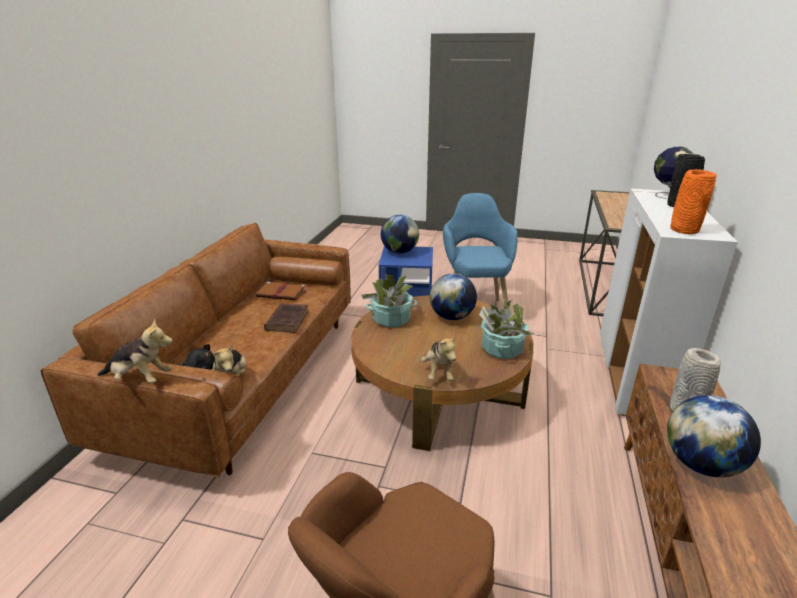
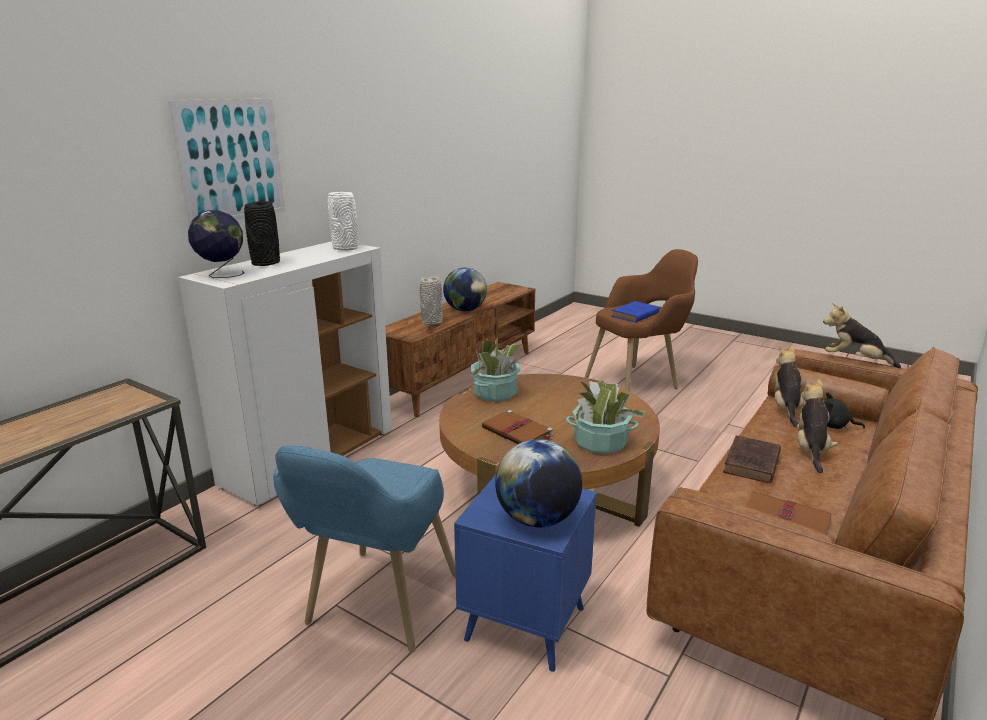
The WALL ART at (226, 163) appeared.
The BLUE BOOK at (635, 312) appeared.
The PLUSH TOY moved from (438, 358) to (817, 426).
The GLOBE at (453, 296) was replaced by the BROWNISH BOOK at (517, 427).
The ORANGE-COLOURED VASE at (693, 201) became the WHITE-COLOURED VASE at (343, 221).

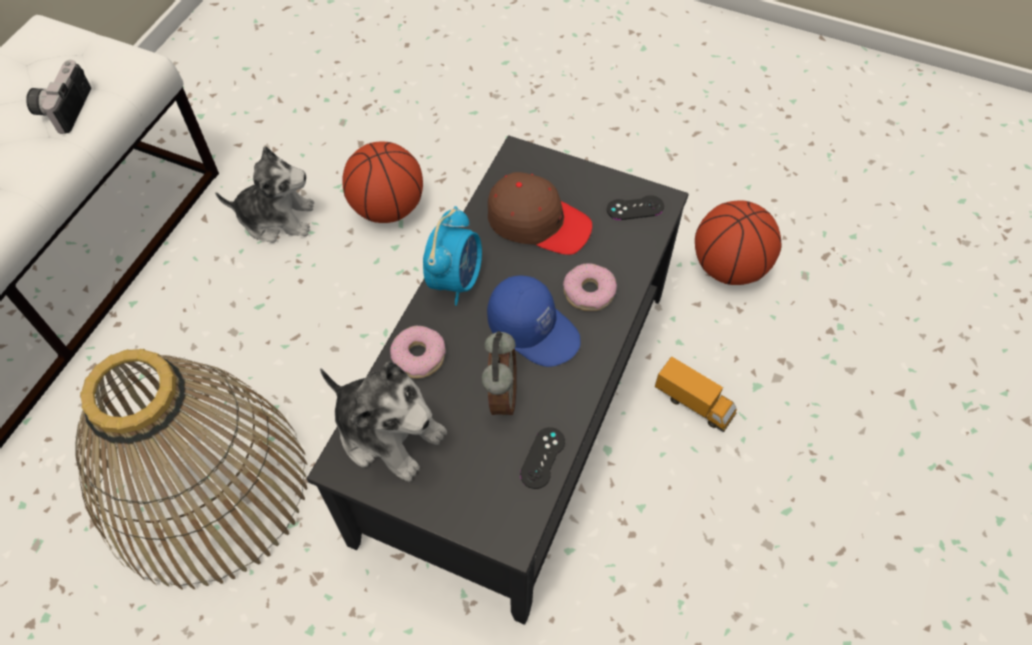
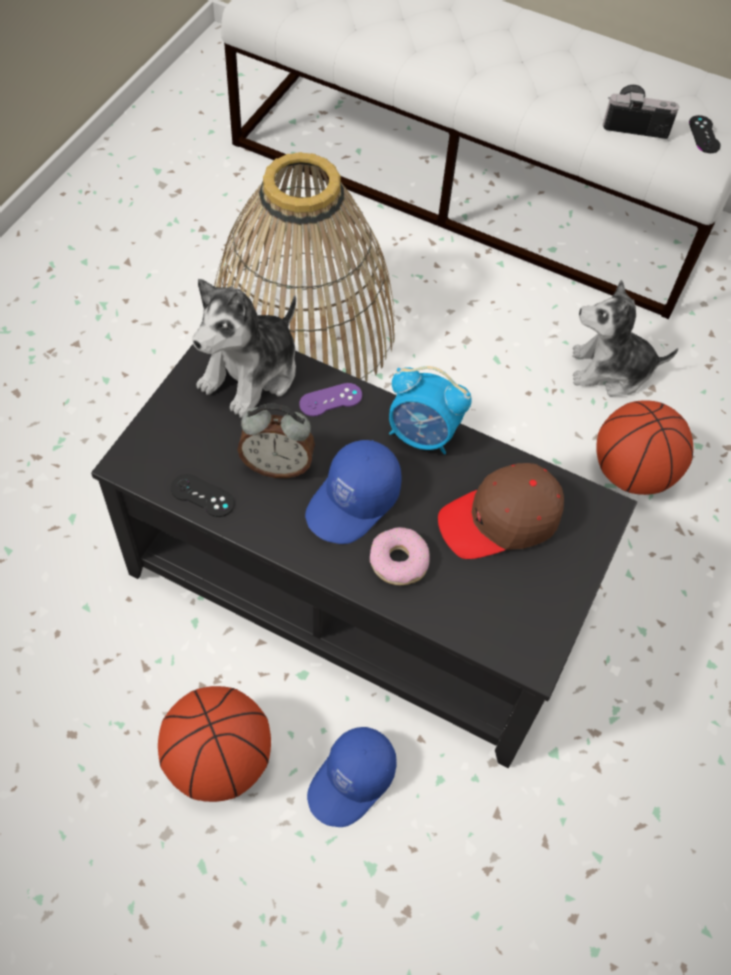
The BLACK-COLOURED JOYPAD moved from (635, 207) to (705, 134).
The BASKETBALL BALL moved from (738, 243) to (214, 744).
The RING DOUGHNUT at (418, 351) was replaced by the PURPLE JOYPAD at (330, 399).
The MODEL TRUCK at (696, 394) was replaced by the BLUE CAP at (352, 777).
The PLUSH TOY at (264, 194) turned 90 degrees clockwise.
The BROWNISH CAP at (540, 213) turned 45 degrees clockwise.

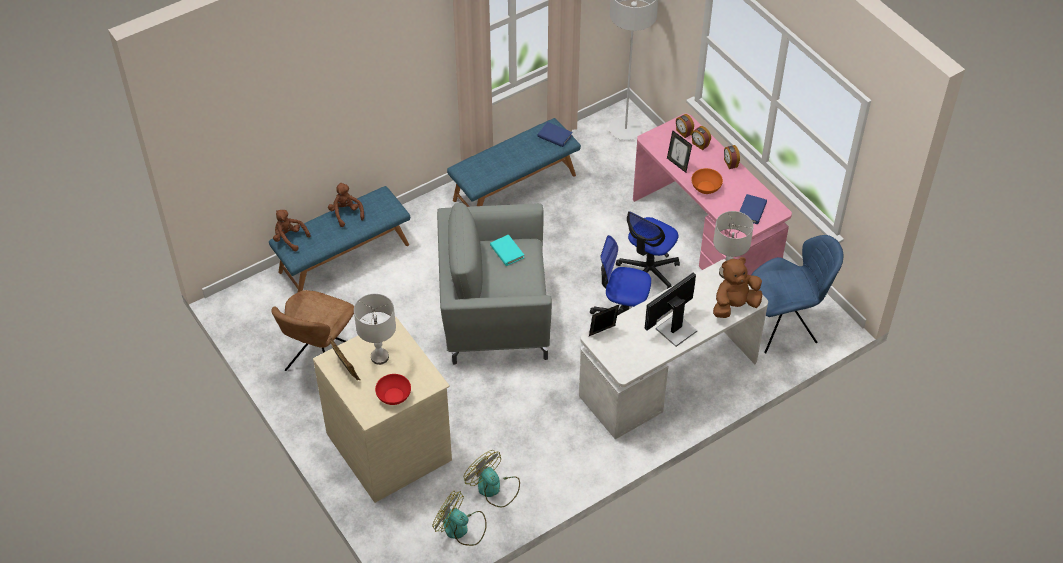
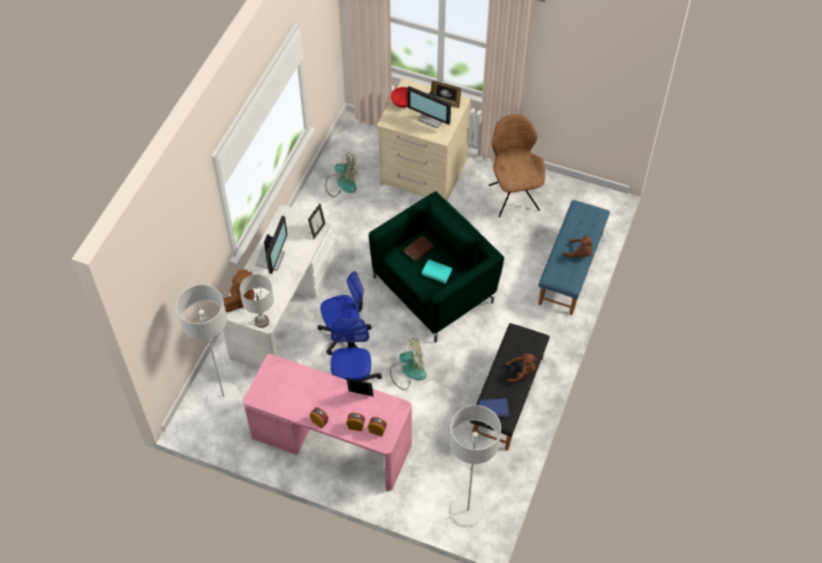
The ORANGE-COLOURED BOWL at (707, 181) disappeared.
The BLUE BOOK at (753, 209) disappeared.
The BROWNISH BOOK at (419, 248) appeared.
The BROWNISH PLUSH TOY moved from (291, 230) to (521, 368).
The ELECTRIC FAN moved from (459, 518) to (408, 364).
The GRAY TABLE LAMP at (375, 329) was replaced by the MONITOR at (429, 107).
The BLUE CHAIR at (797, 294) was replaced by the GRAY STANDARD LAMP at (208, 347).
The GRAY LOUNGE CHAIR at (494, 284) became the GREENISH LOUNGE CHAIR at (436, 267).
The BLUE LONG SEAT at (514, 162) became the BLACK-COLOURED LONG SEAT at (510, 387).

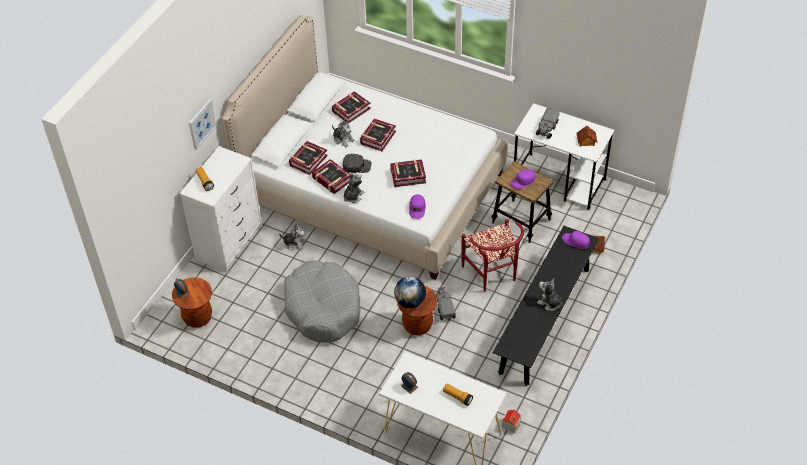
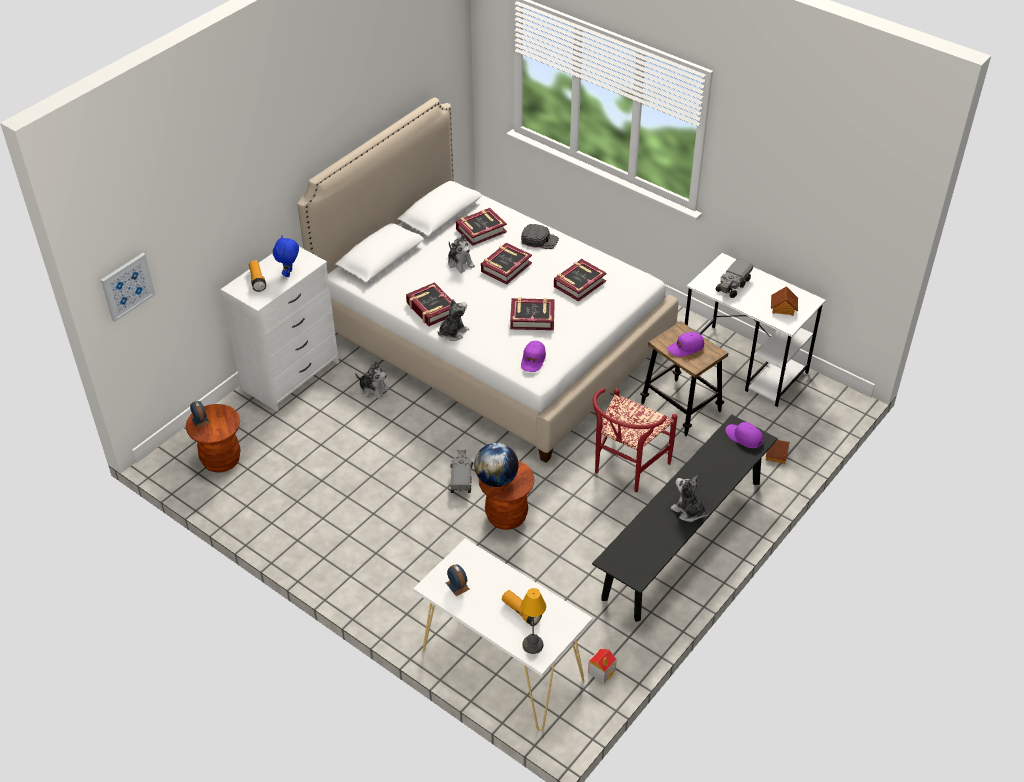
The GRAY DOG BED at (322, 301) disappeared.
The BLUE PLUSH TOY at (286, 256) appeared.
The TABLE LAMP at (533, 621) appeared.
The WALL ART moved from (203, 124) to (128, 287).
The BOOK moved from (308, 158) to (580, 280).
The BLACK-COLOURED CAP moved from (357, 163) to (540, 236).
The MODEL TRUCK moved from (446, 303) to (461, 471).
The REDDISH CHAIR at (492, 255) turned 45 degrees clockwise.

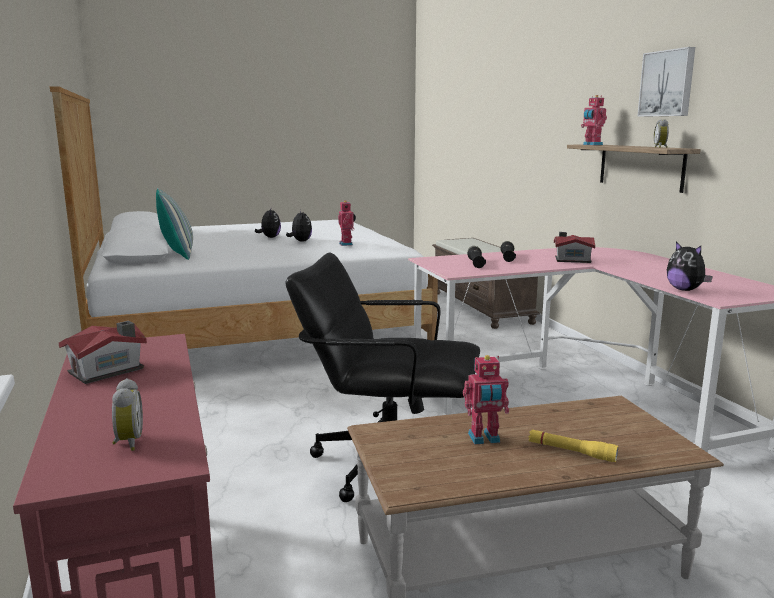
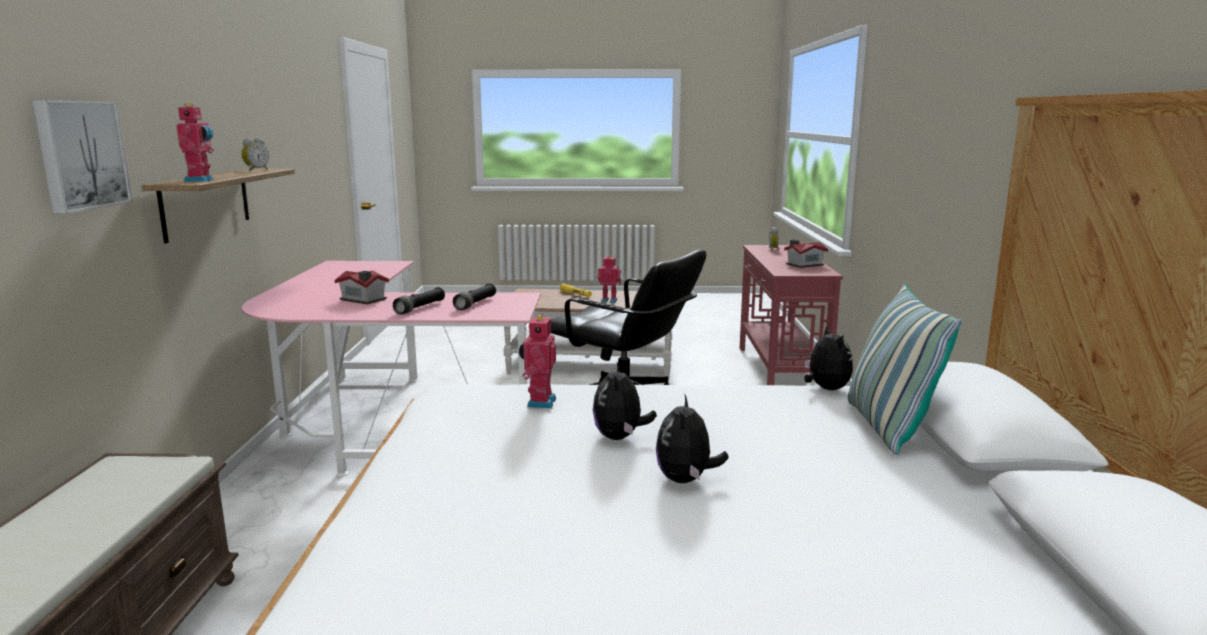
The WALL ART moved from (666, 82) to (82, 157).
The PLUSH TOY moved from (690, 266) to (828, 358).

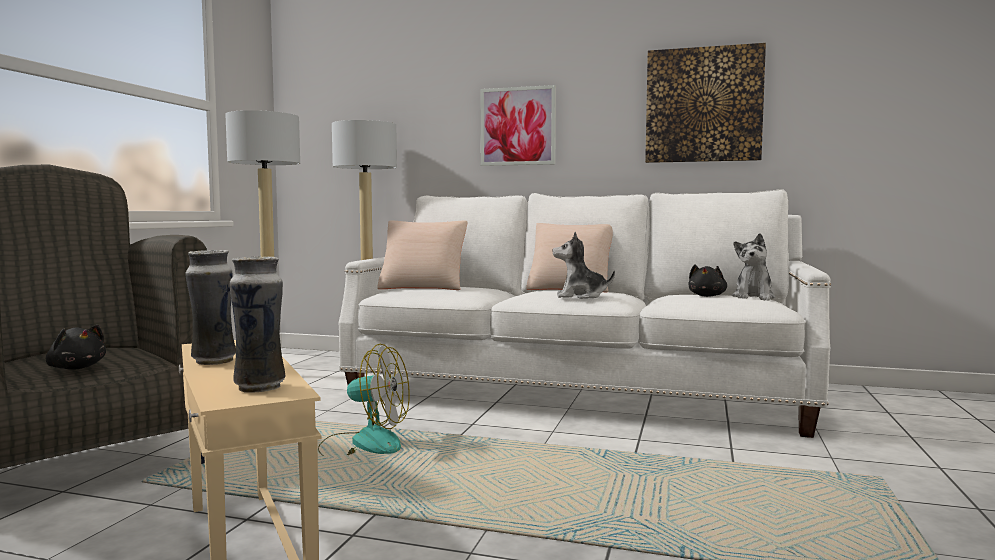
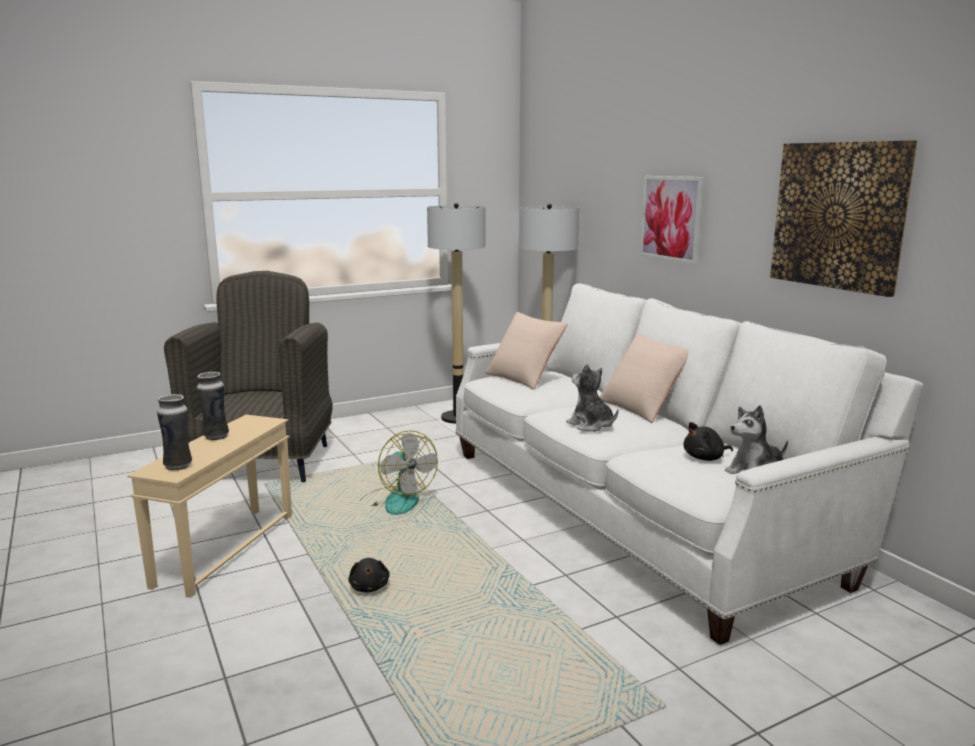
The BLACK-COLOURED PLUSH TOY moved from (76, 347) to (369, 575).

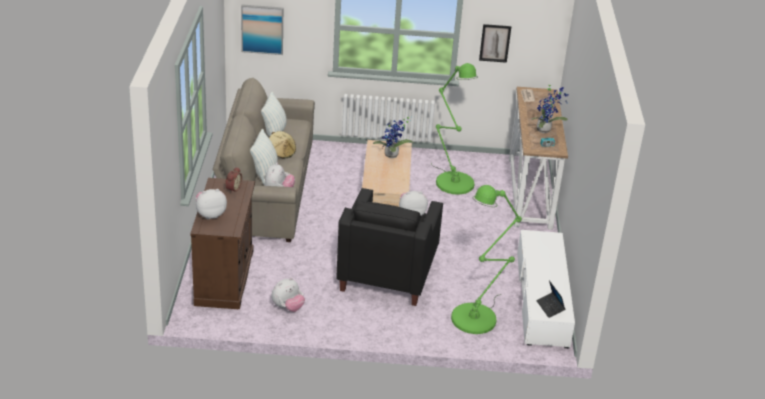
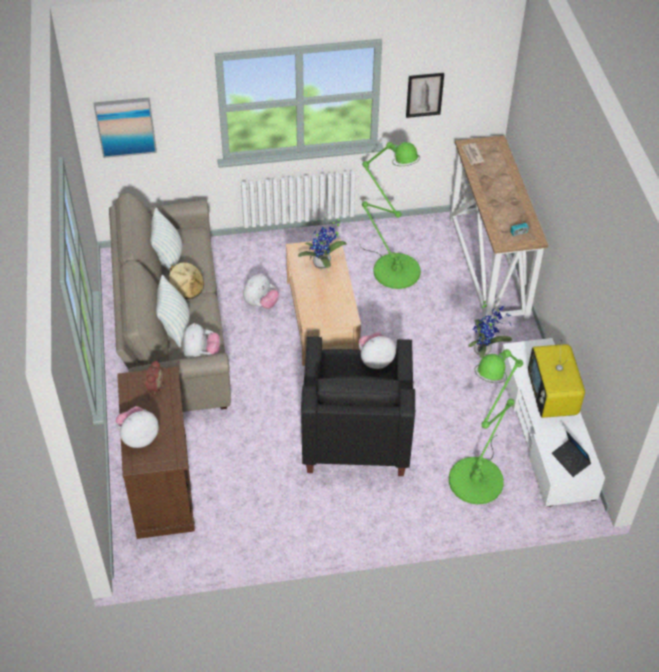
The TV SET at (556, 379) appeared.
The PLUSH TOY moved from (288, 295) to (261, 291).
The POTTED PLANT moved from (550, 109) to (490, 327).

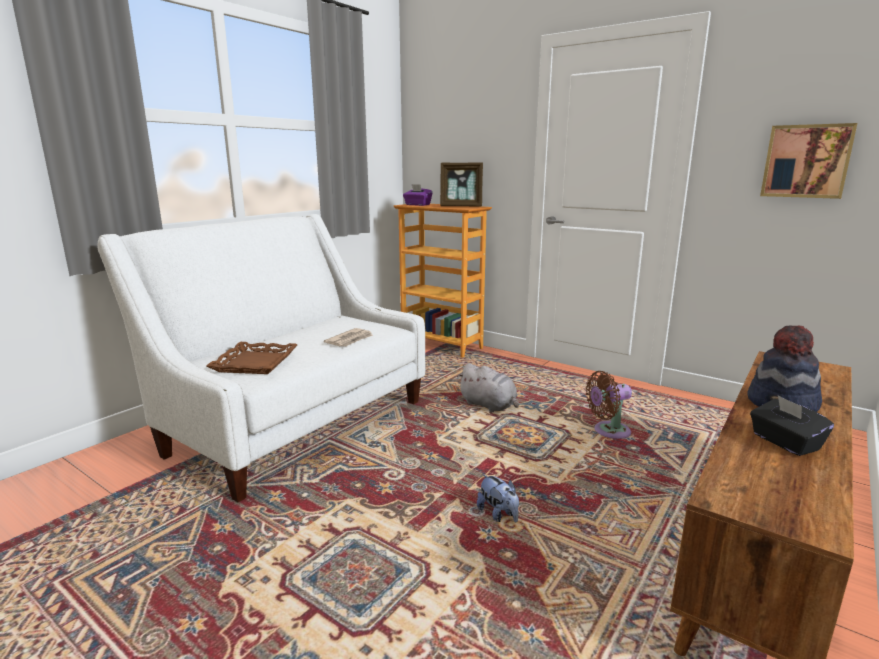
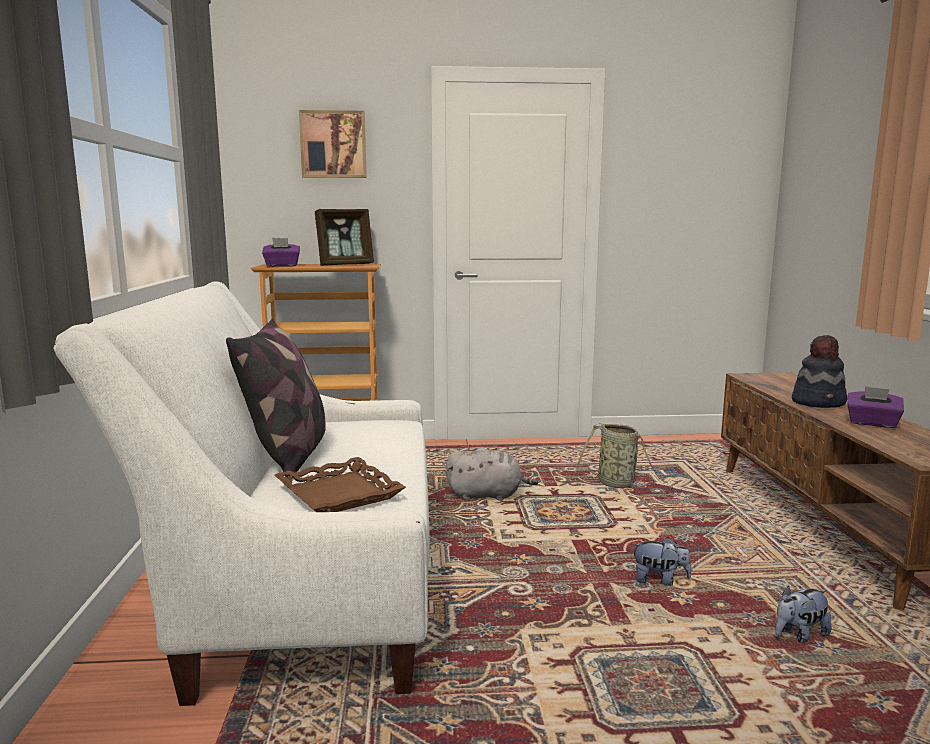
The PRINTED PAPER at (348, 337) disappeared.
The PILLOW at (276, 398) appeared.
The PLUSH TOY at (803, 614) appeared.
The WALL ART moved from (808, 161) to (333, 144).
The BROWNISH ELECTRIC FAN at (609, 405) was replaced by the STORAGE BASKET at (624, 457).
The BLACK-COLOURED TISSUE BOX at (792, 425) became the PURPLE TISSUE BOX at (875, 407).

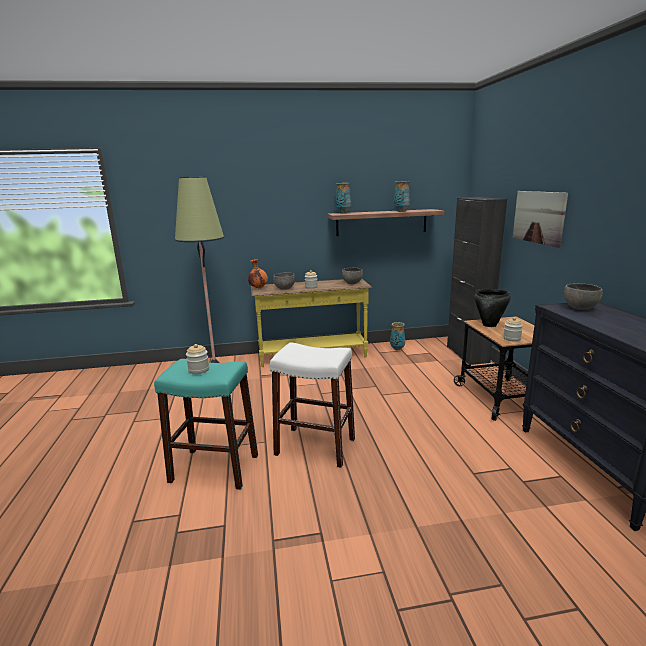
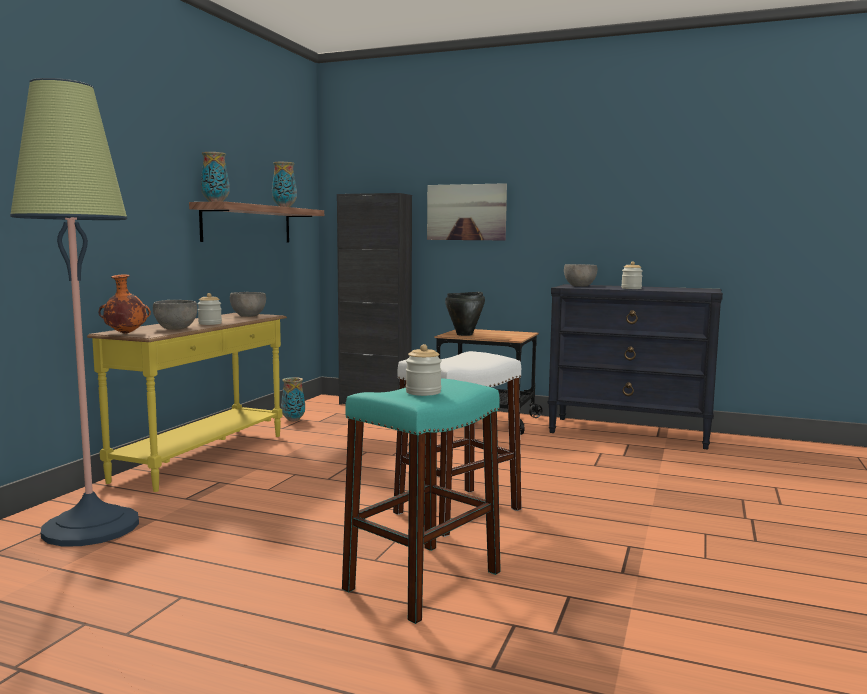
The JAR moved from (513, 329) to (632, 275).

